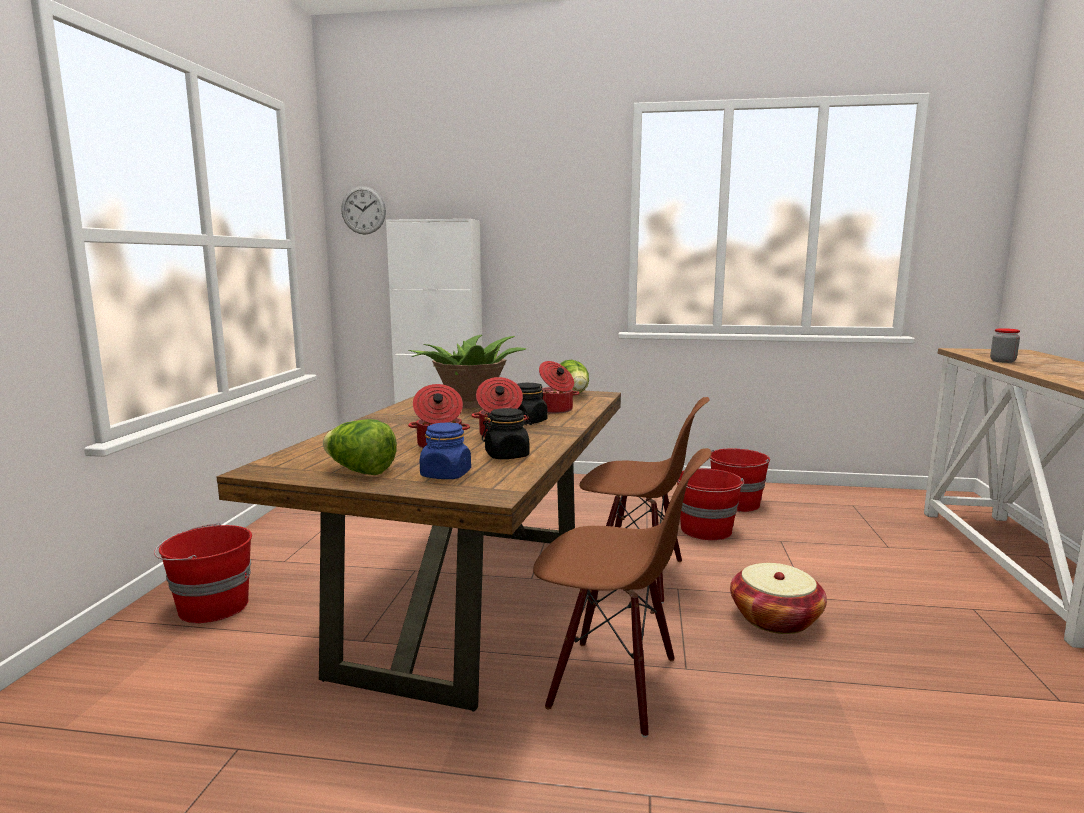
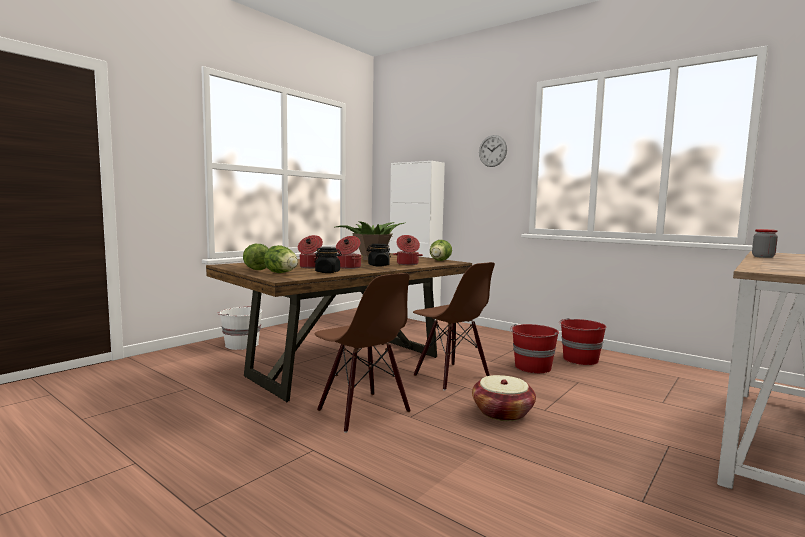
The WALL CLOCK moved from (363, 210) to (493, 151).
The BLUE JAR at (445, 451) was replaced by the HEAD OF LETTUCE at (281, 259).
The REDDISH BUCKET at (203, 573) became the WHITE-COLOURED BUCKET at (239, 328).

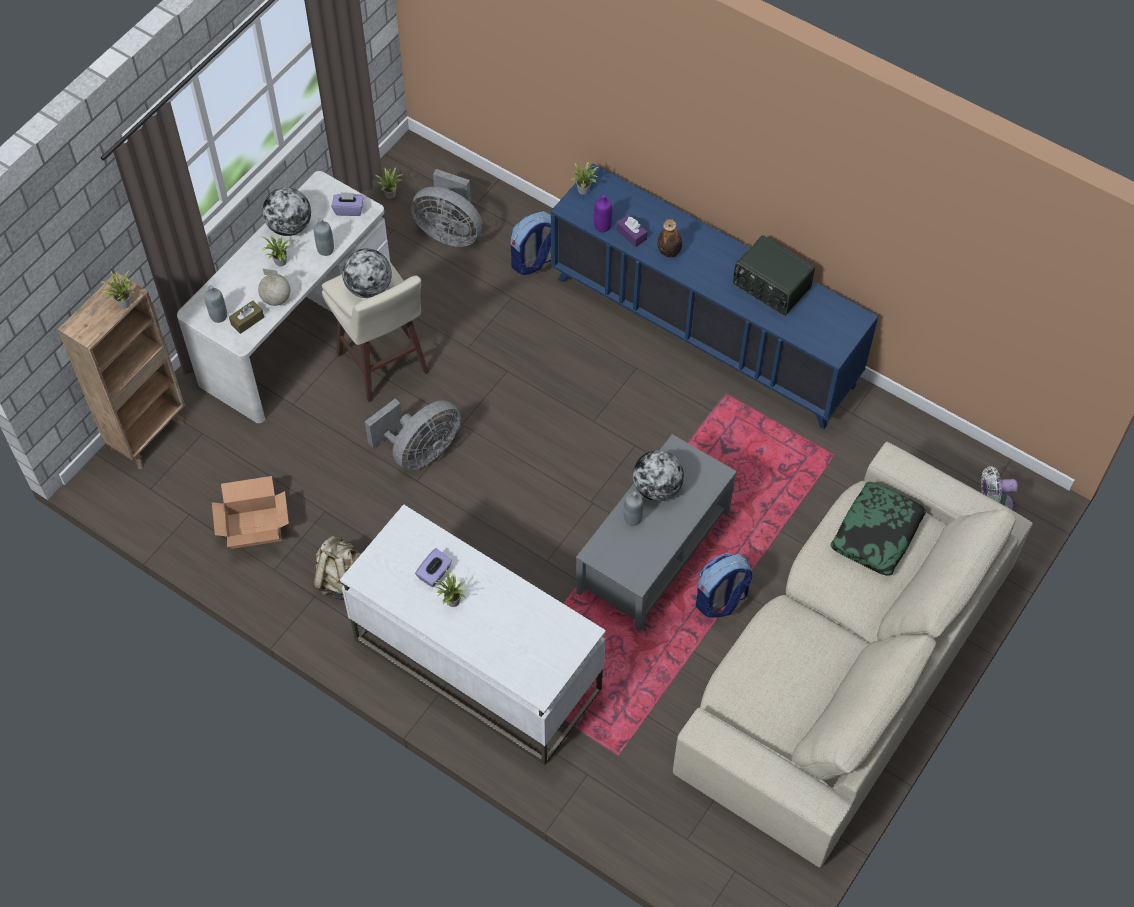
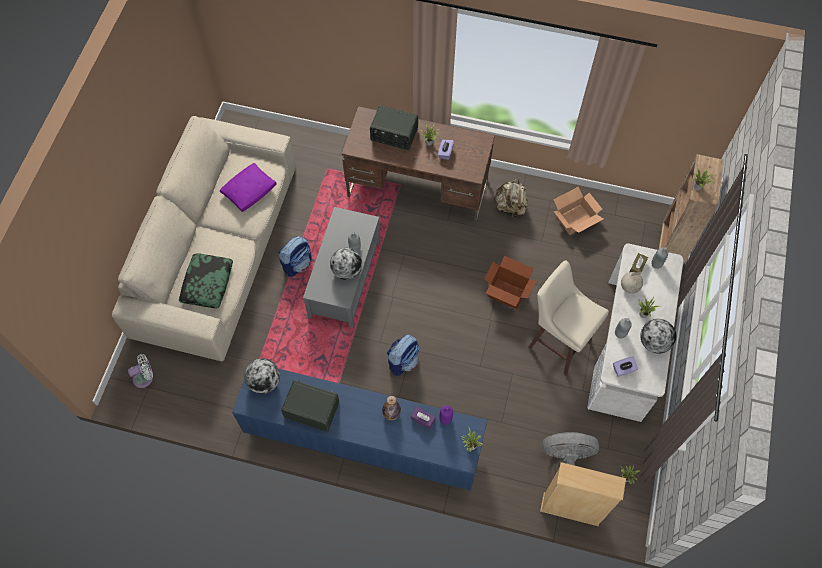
The PURPLE PILLOW at (248, 187) appeared.
The RADIO SET at (394, 127) appeared.
The BEIGE BOOKSHELF at (583, 494) appeared.
The GLOBE moved from (367, 273) to (262, 376).
The BACKPACK moved from (530, 243) to (403, 355).
The GRAY ELECTRIC FAN at (413, 434) was replaced by the CARTON at (510, 282).
The WHITE-COLOURED DESK TABLE at (473, 634) became the BROWNISH DESK TABLE at (418, 165).

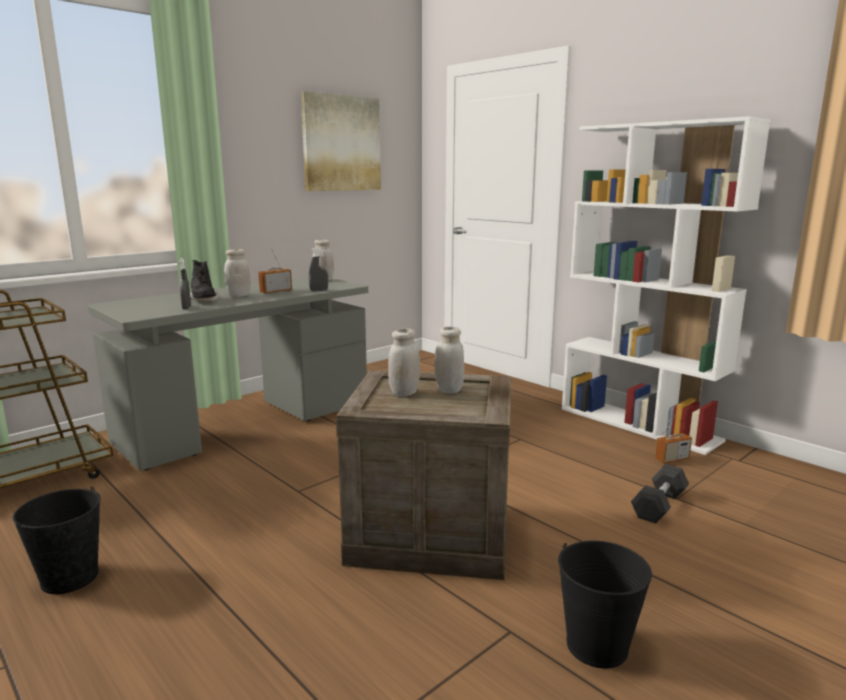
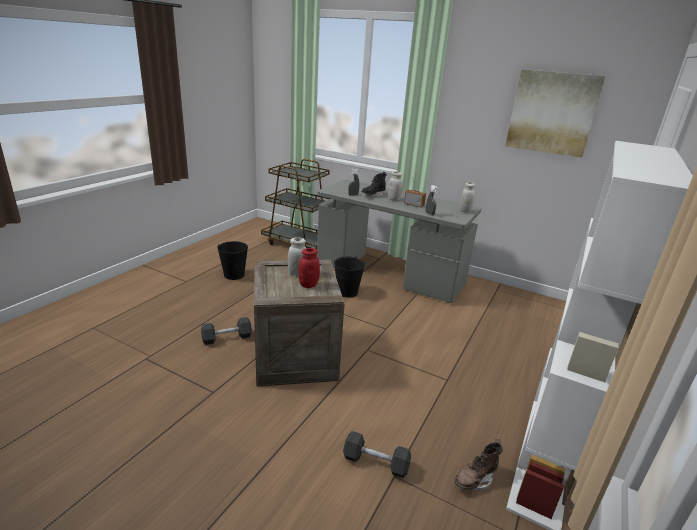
The GRAY DUMBBELL at (226, 331) appeared.
The BLACK-COLOURED BUCKET moved from (605, 604) to (349, 277).
The RADIO SET at (673, 437) was replaced by the BROWNISH TALL BOOT at (479, 465).
The WHITE-COLOURED JAR at (449, 360) became the REDDISH JAR at (309, 268).

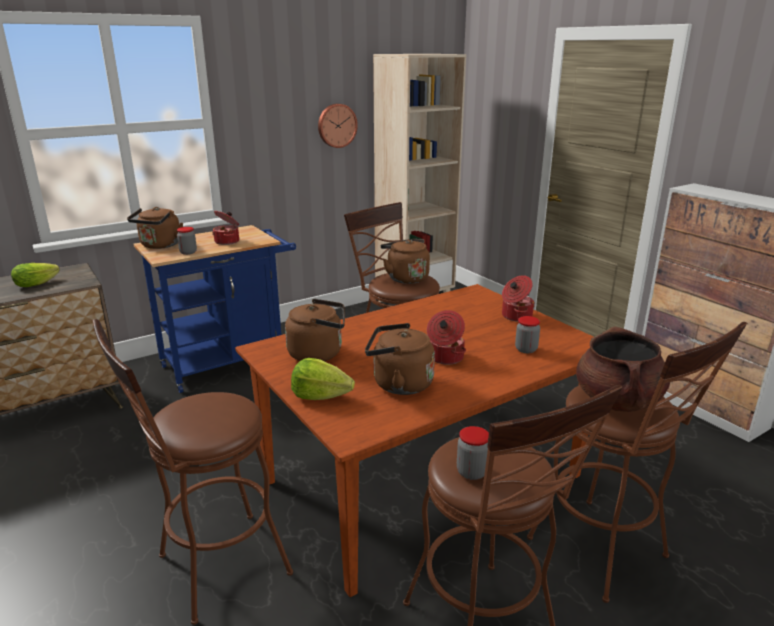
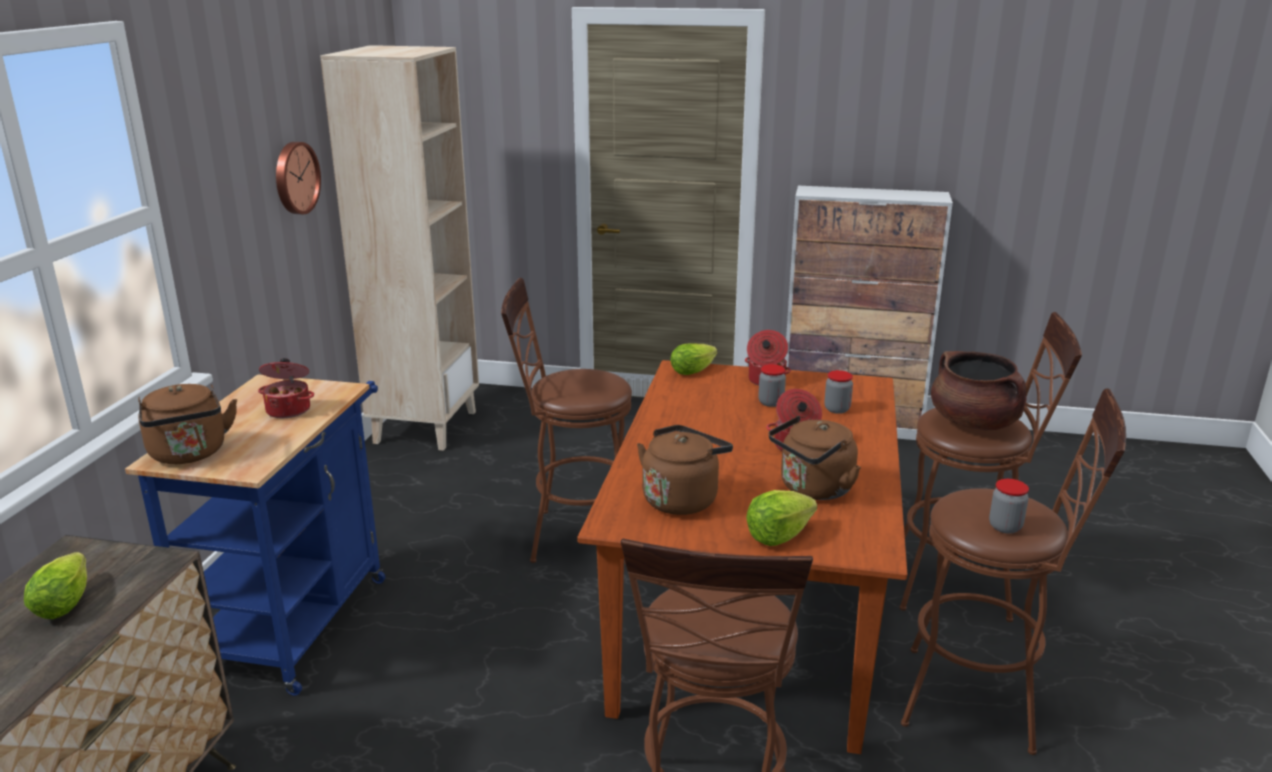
The BROWNISH TEA KETTLE at (405, 261) disappeared.
The HEAD OF LETTUCE at (694, 359) appeared.
The JAR moved from (187, 241) to (772, 385).

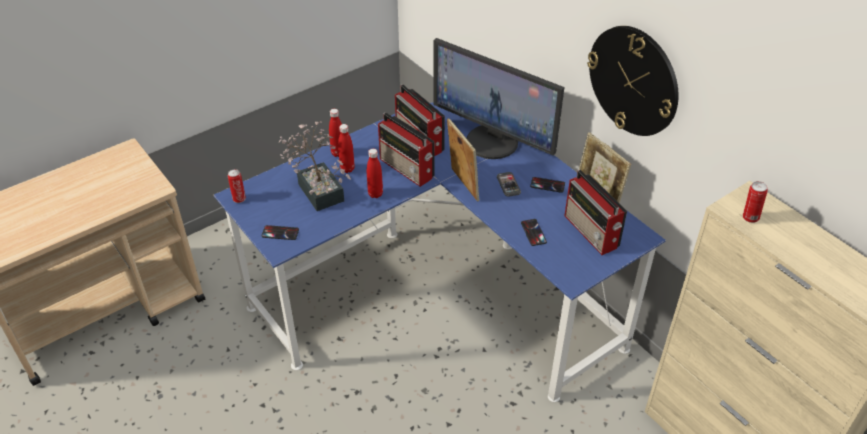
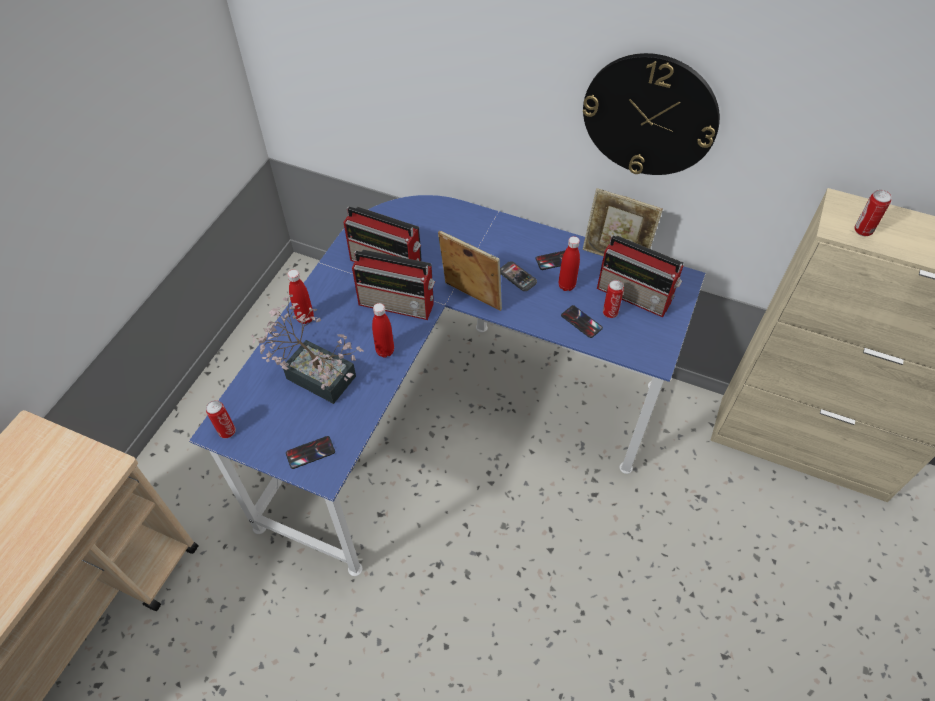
The MONITOR at (498, 98) disappeared.
The METAL CAN at (613, 299) appeared.
The REDDISH BOTTLE moved from (346, 148) to (569, 263).

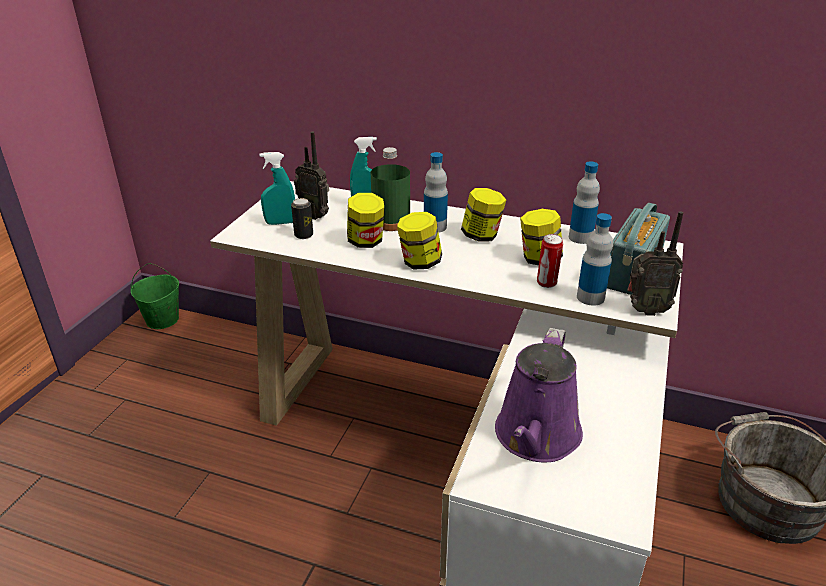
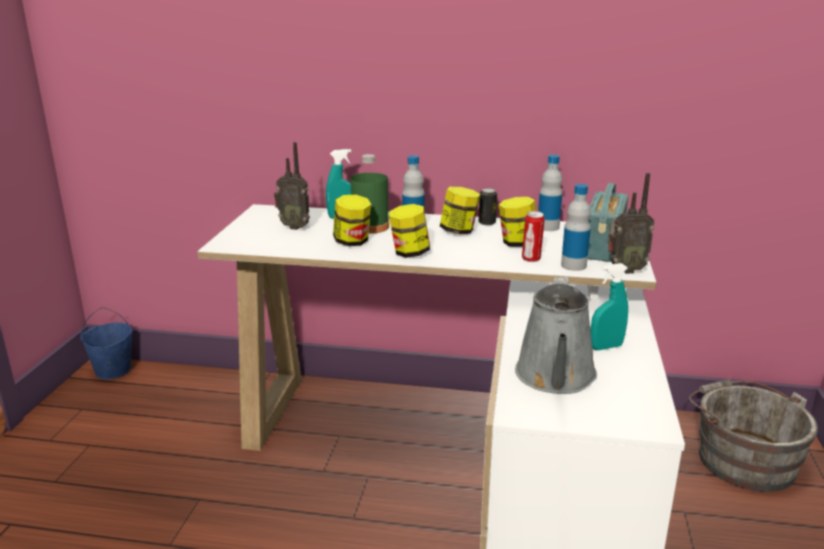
The TURQUOISE-COLOURED SPRAY BOTTLE moved from (277, 188) to (609, 306).
The METAL CAN moved from (302, 218) to (488, 206).
The GREENISH BUCKET at (155, 296) became the BLUE BUCKET at (106, 343).
The PURPLE WATERING CAN at (539, 395) became the GRAY WATERING CAN at (556, 335).

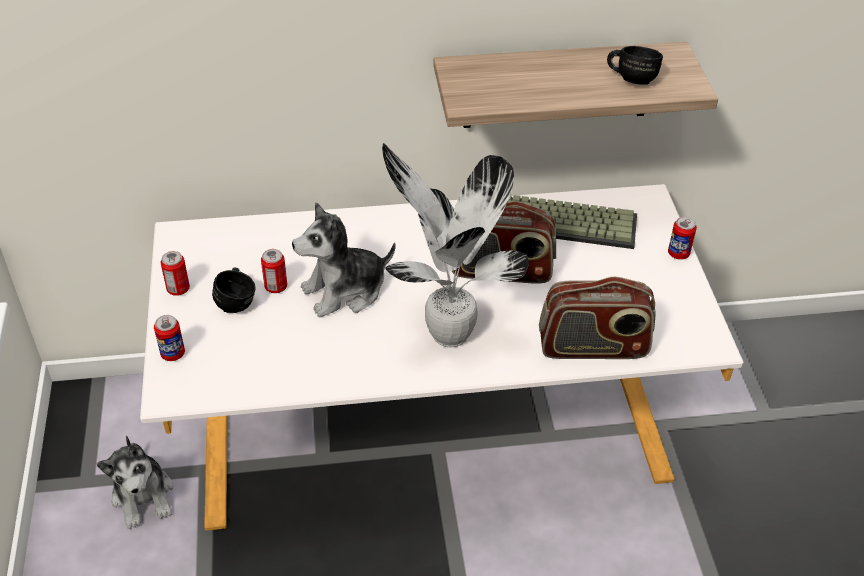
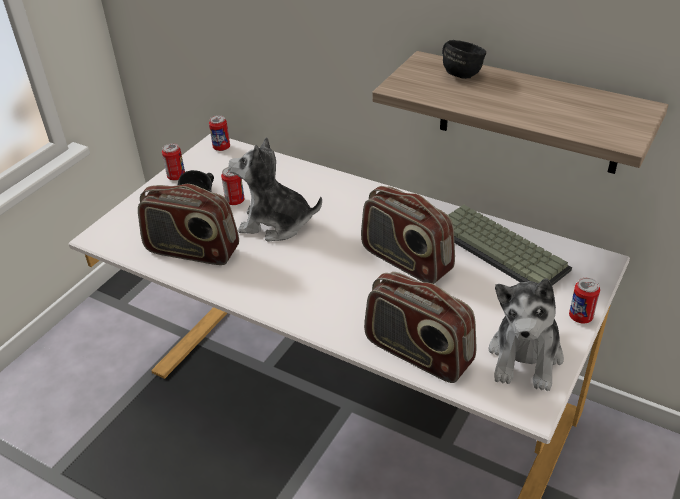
The POTTED PLANT at (455, 245) disappeared.
The RADIO SET at (188, 224) appeared.
The PLUSH TOY moved from (134, 482) to (526, 334).
The METAL CAN moved from (169, 338) to (219, 133).
The BLACK-COLOURED TEA MUG moved from (635, 65) to (464, 59).

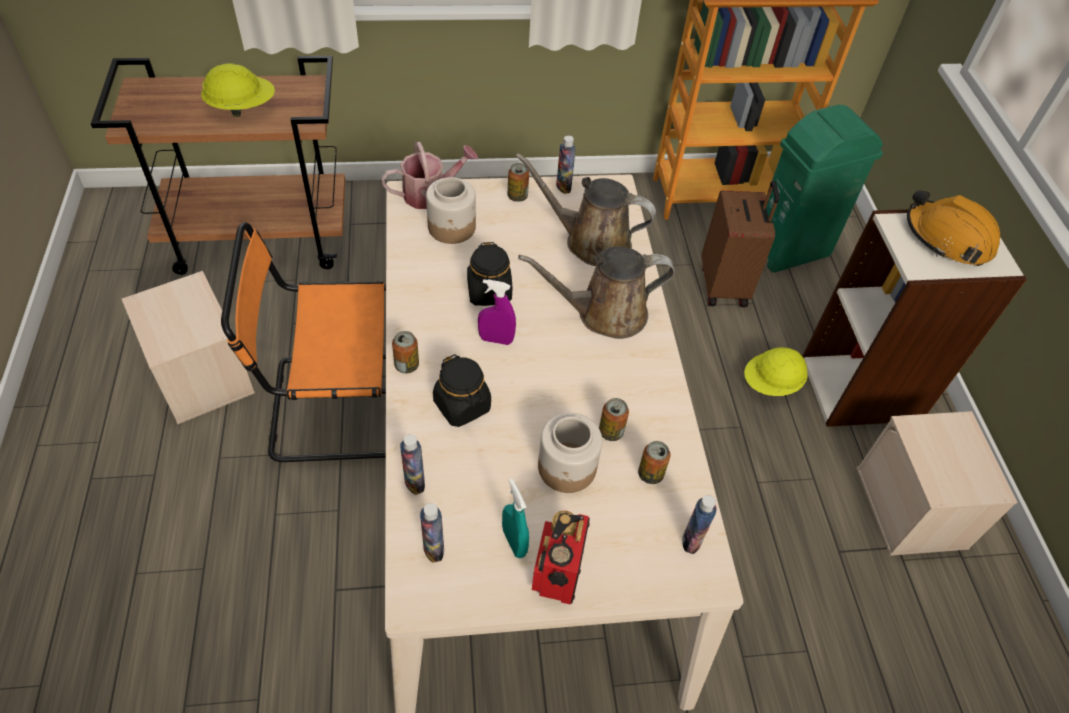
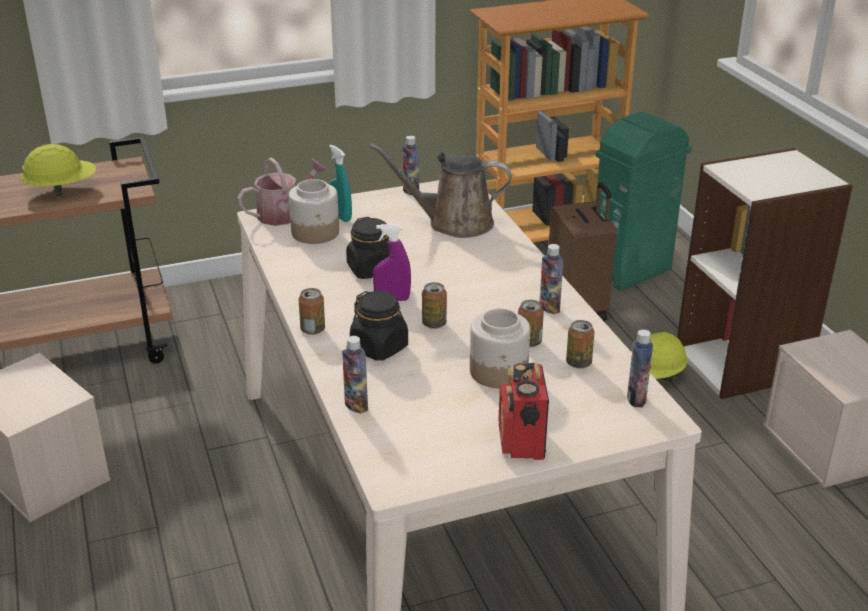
The ORANGE-COLOURED CHAIR at (303, 342) disappeared.
The BROWNISH WATERING CAN at (596, 293) disappeared.
The ORANGE-COLOURED SAFETY HELMET at (954, 228) disappeared.
The BOTTLE moved from (432, 533) to (551, 279).
The TURQUOISE-COLOURED SPRAY BOTTLE moved from (515, 518) to (340, 183).
The METAL CAN moved from (518, 182) to (434, 305).

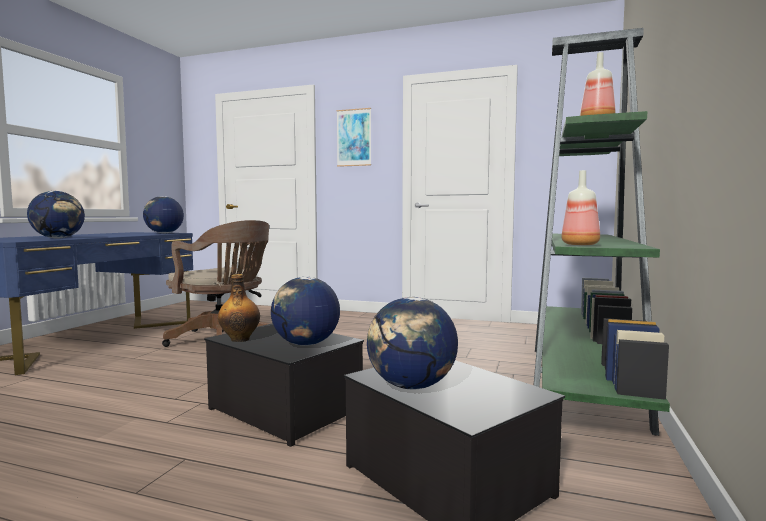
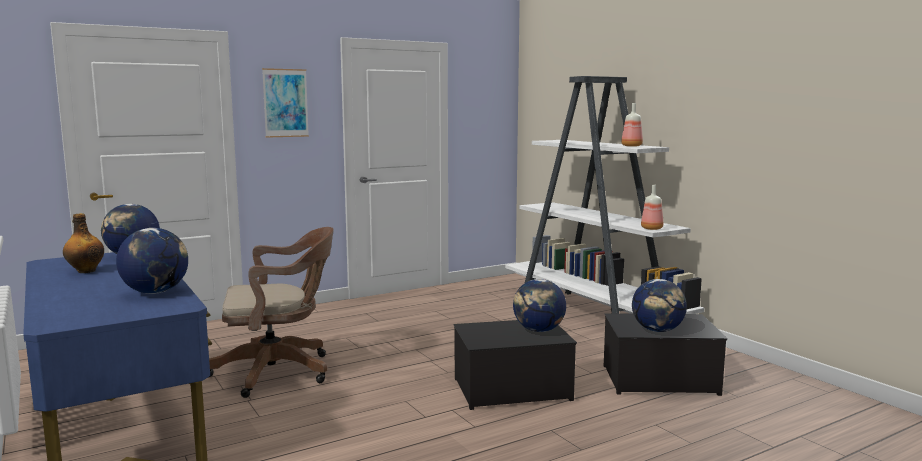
The BOTTLE moved from (239, 308) to (83, 243).
The GREENISH BOOKSHELF at (602, 232) became the WHITE-COLOURED BOOKSHELF at (604, 195).

